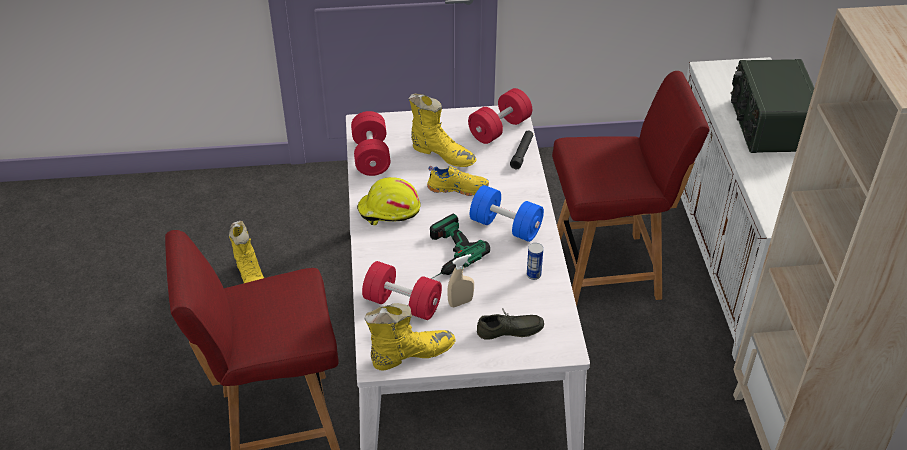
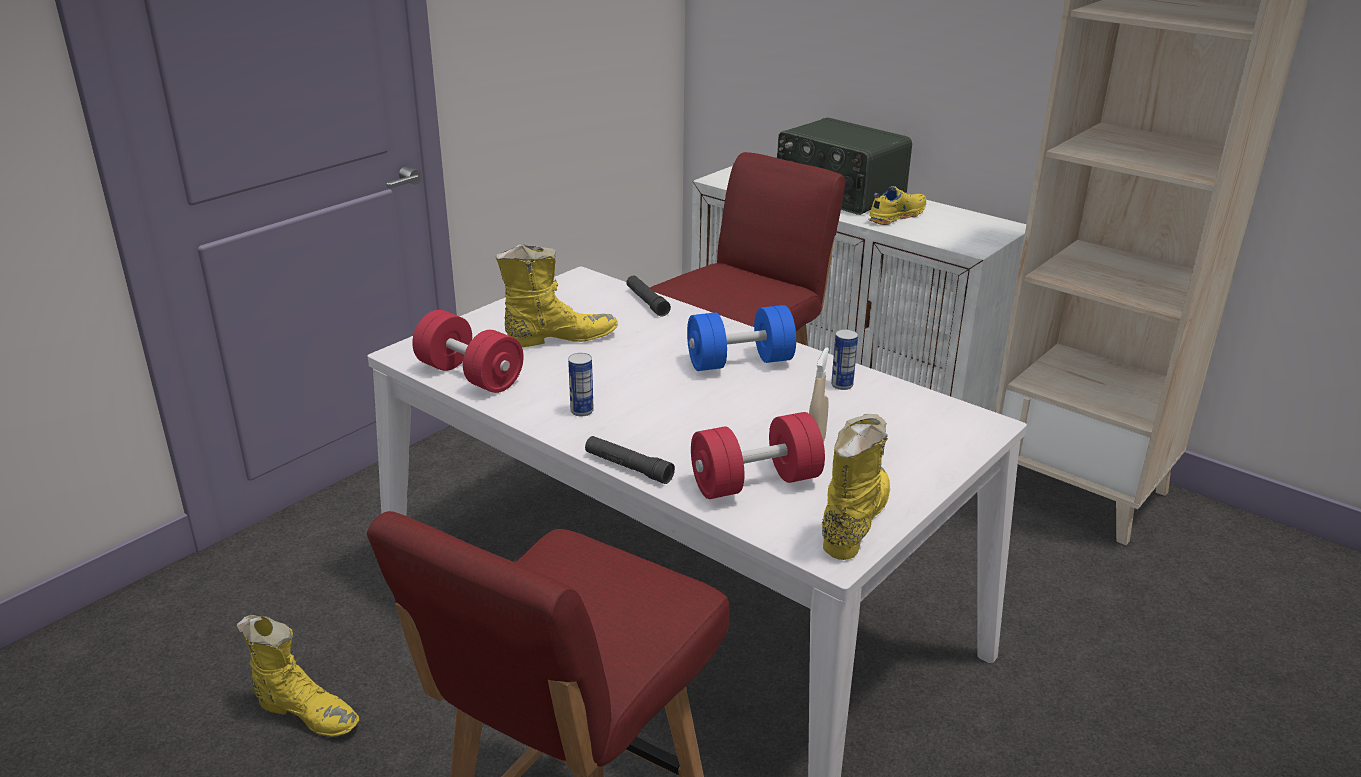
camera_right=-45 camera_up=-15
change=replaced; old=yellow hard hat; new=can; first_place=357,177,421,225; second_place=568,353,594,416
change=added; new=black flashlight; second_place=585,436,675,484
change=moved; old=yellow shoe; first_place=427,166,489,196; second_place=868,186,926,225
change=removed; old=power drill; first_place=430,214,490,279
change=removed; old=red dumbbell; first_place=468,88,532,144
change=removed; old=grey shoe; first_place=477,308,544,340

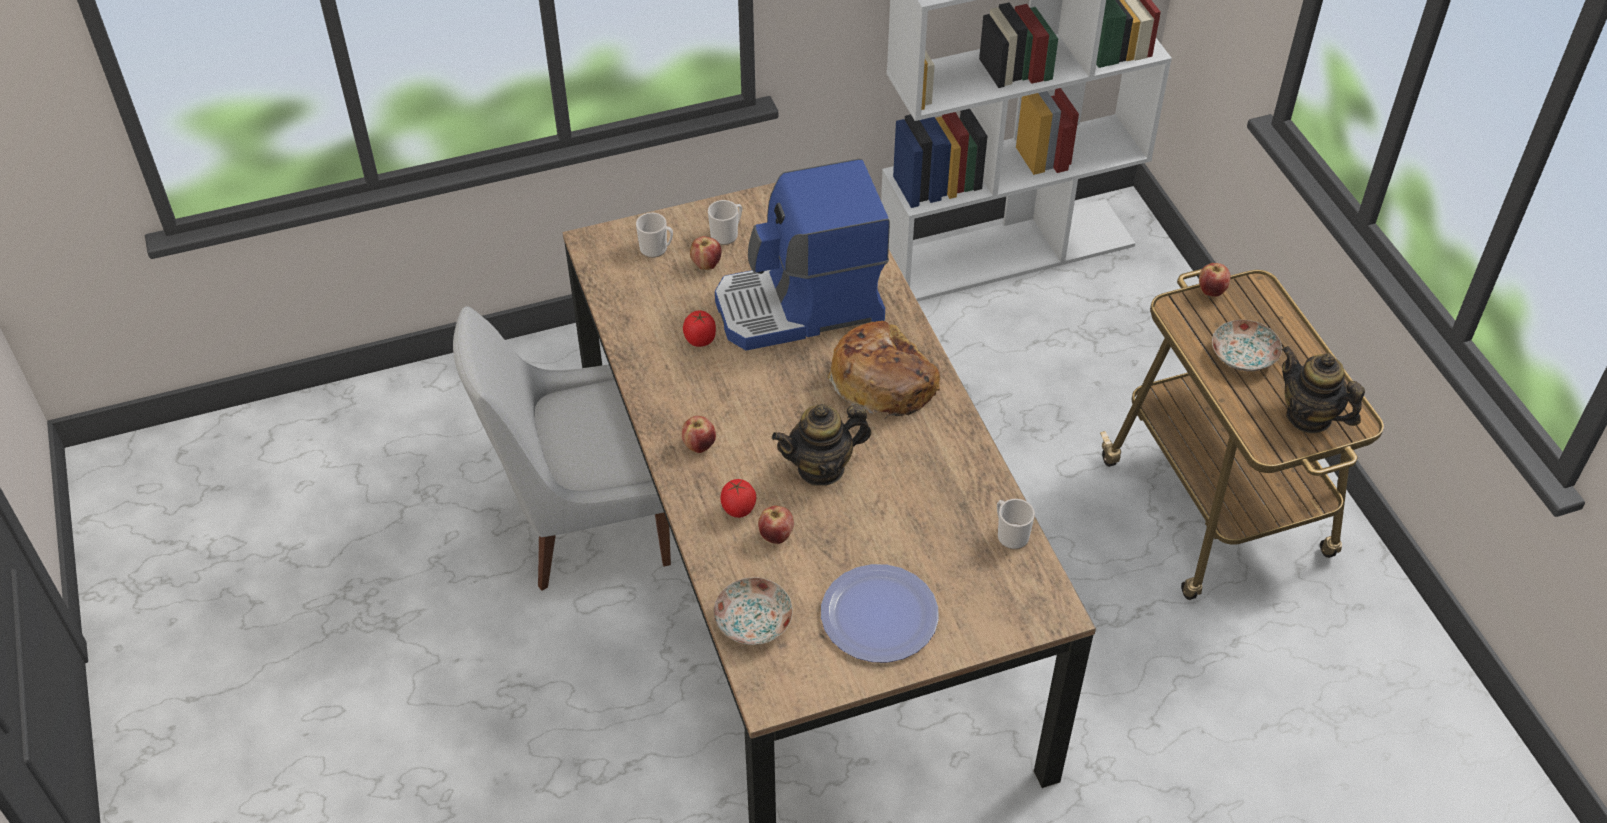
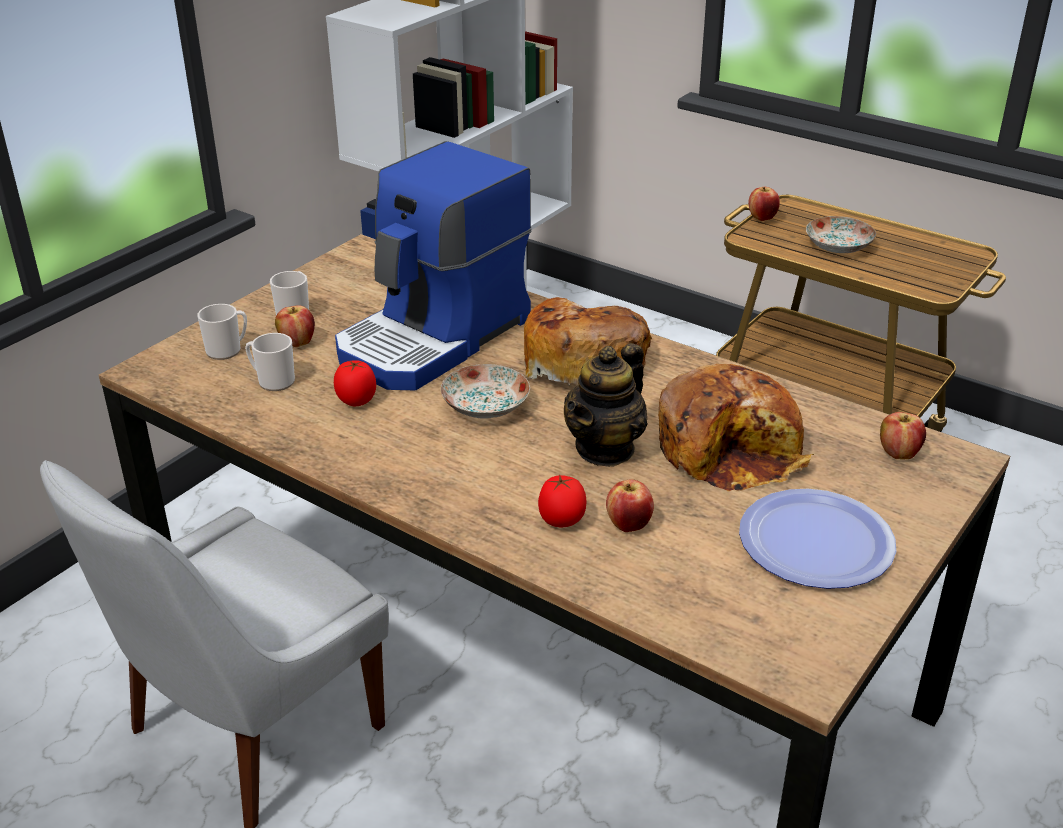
camera_right=-35 camera_up=-15
change=moved; old=mug; first_place=997,499,1035,549; second_place=245,333,295,391
change=moved; old=plate; first_place=714,577,793,645; second_place=441,364,530,419
change=added; new=bread; second_place=658,364,814,492
change=moved; old=apple; first_place=682,416,716,453; second_place=880,412,926,460
change=removed; old=teapot; first_place=1282,346,1365,433

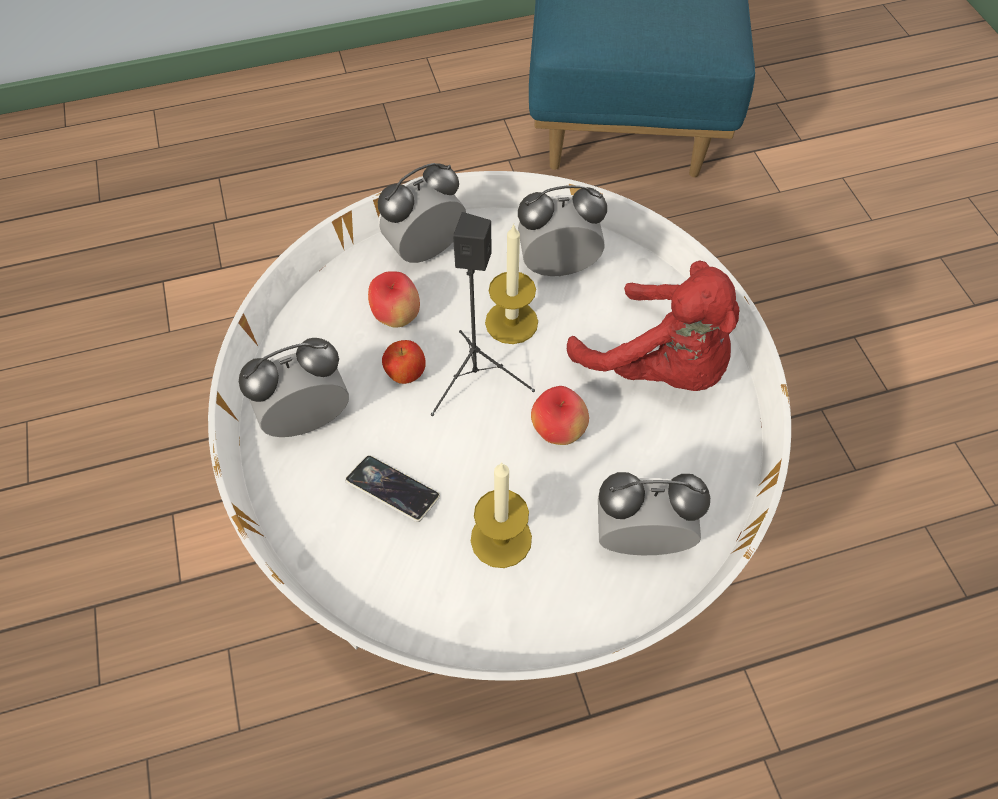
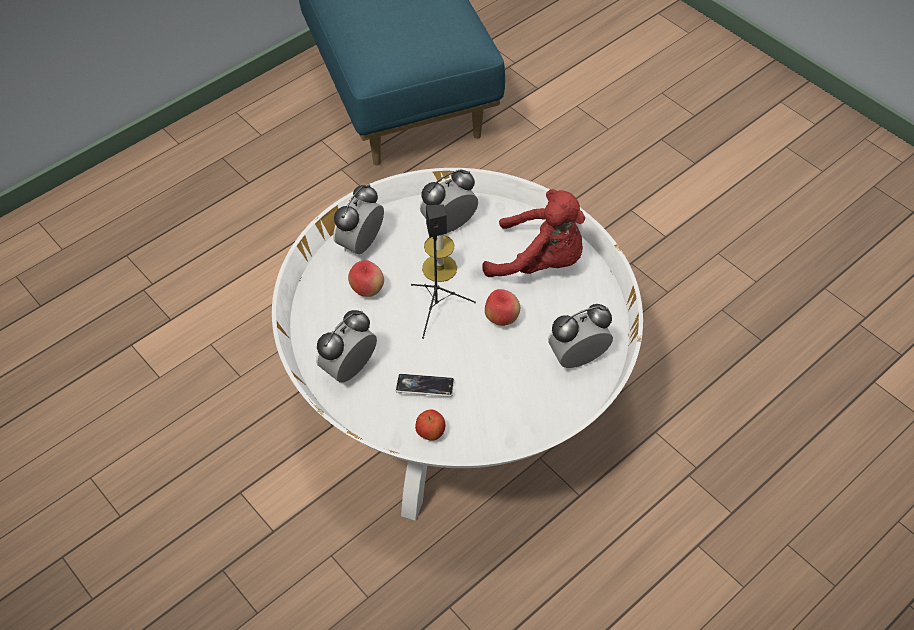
camera_right=-25 camera_up=-5
change=moved; old=apple; first_place=382,340,426,384; second_place=415,409,445,441
change=removed; old=candle; first_place=471,462,532,568

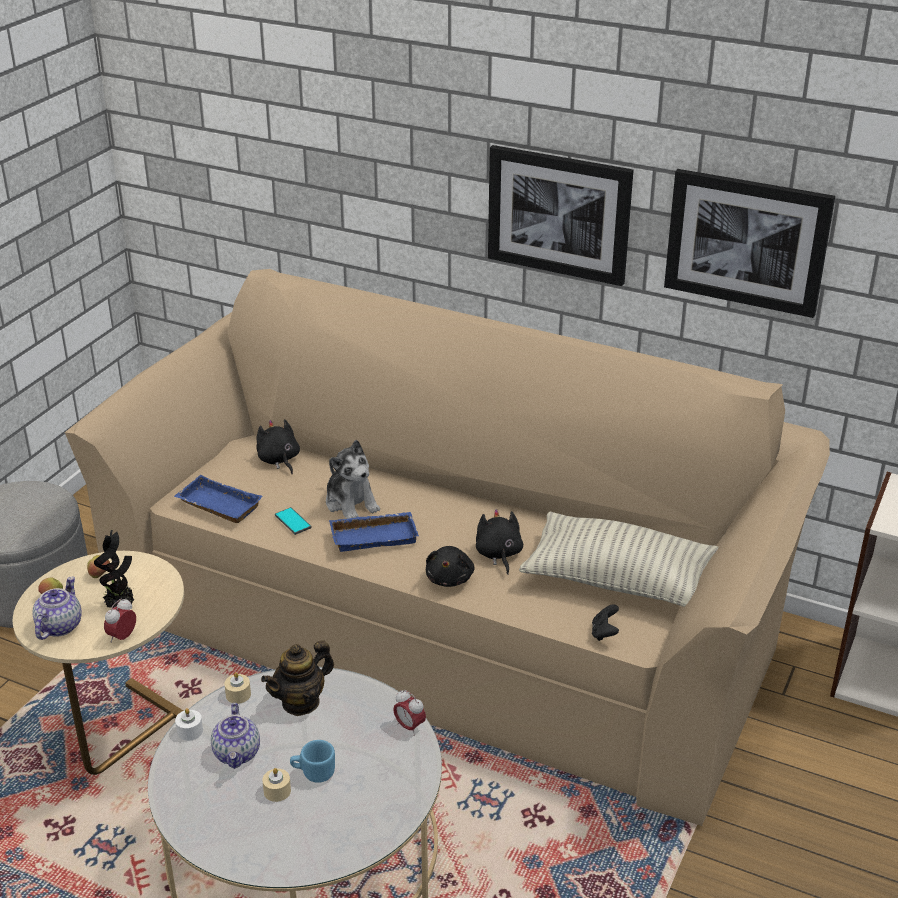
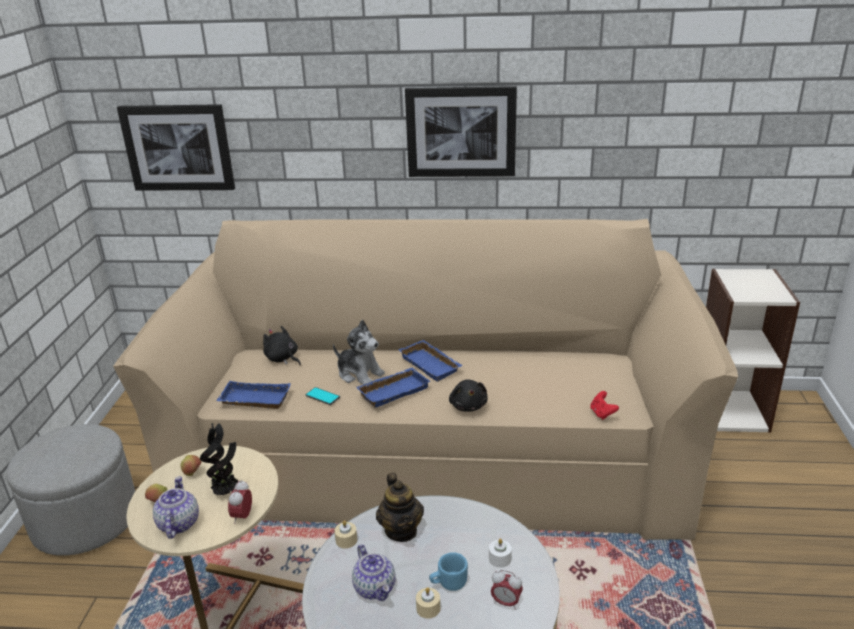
camera_right=-20 camera_up=-5
change=moved; old=picture; first_place=664,169,835,318; second_place=117,104,235,191
change=turned; old=teapot; first_place=261,640,334,716; second_place=376,473,424,542; degrees=-45
change=added; new=blue tray; second_place=398,340,463,382
change=moved; old=white candle; first_place=175,708,203,741; second_place=489,539,512,568
change=moved; old=alarm clock; first_place=393,690,426,736; second_place=491,570,523,610
change=recoloured; old=black game controller; new=red game controller; first_place=592,604,619,641; second_place=590,391,619,420
change=removed; old=black plush toy; first_place=476,509,523,575
change=removed; old=pillow; first_place=519,512,719,607

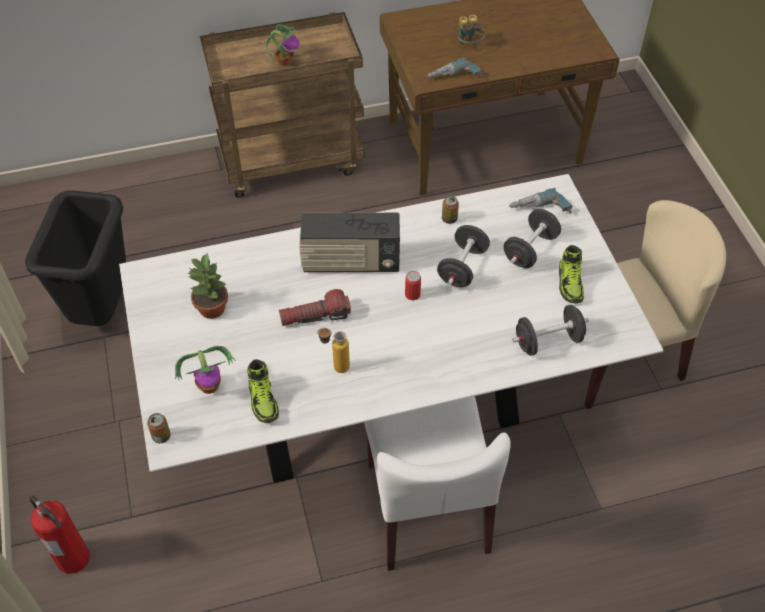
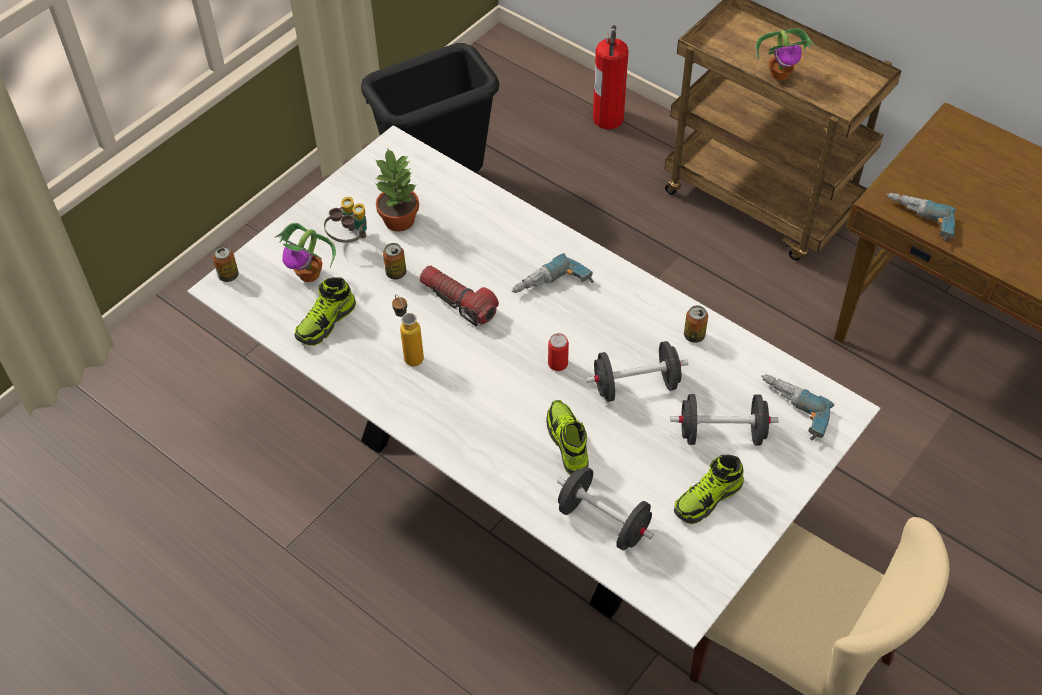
camera_right=55 camera_up=0
change=moved; old=binoculars; first_place=458,15,485,44; second_place=324,197,367,243
change=added; new=can; second_place=383,243,406,280
change=replaced; old=radio; new=power drill; first_place=299,213,400,272; second_place=512,253,594,293
change=added; new=shoe; second_place=546,400,589,475
change=moved; old=fire extinguisher; first_place=30,495,90,574; second_place=593,25,629,129
change=removed; old=white chair; first_place=364,396,511,571

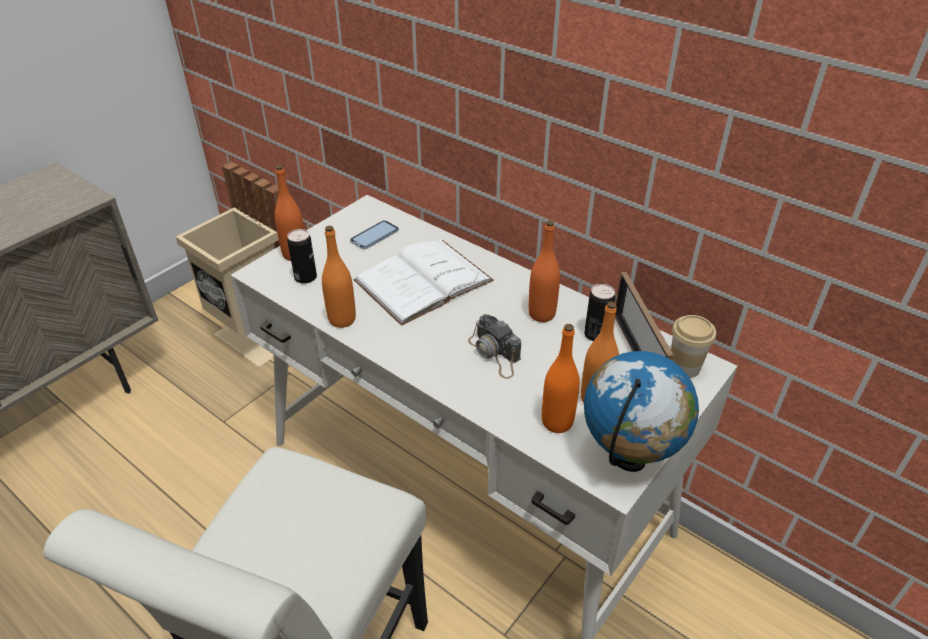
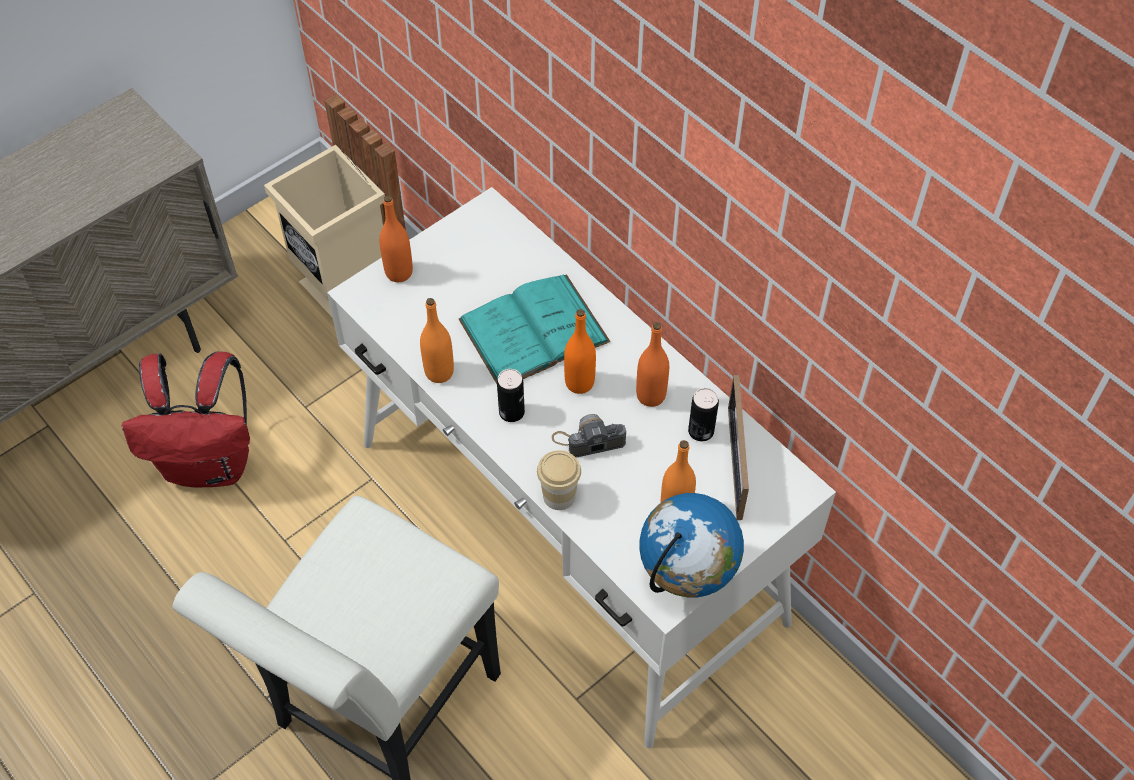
camera_right=10 camera_up=15
change=added; new=red backpack; second_place=122,351,250,487
change=recoloured; old=white book; new=turquoise book; first_place=354,240,494,326; second_place=459,274,611,384
change=moved; old=can; first_place=287,229,317,284; second_place=497,369,525,422
change=moved; old=cup; first_place=671,315,716,378; second_place=537,450,581,510
change=turned; old=photo camera; first_place=468,314,521,379; second_place=552,414,626,458; degrees=105
change=moved; old=orange bottle; first_place=542,324,580,433; second_place=564,309,596,394
change=removed; old=phone; first_place=350,220,399,249

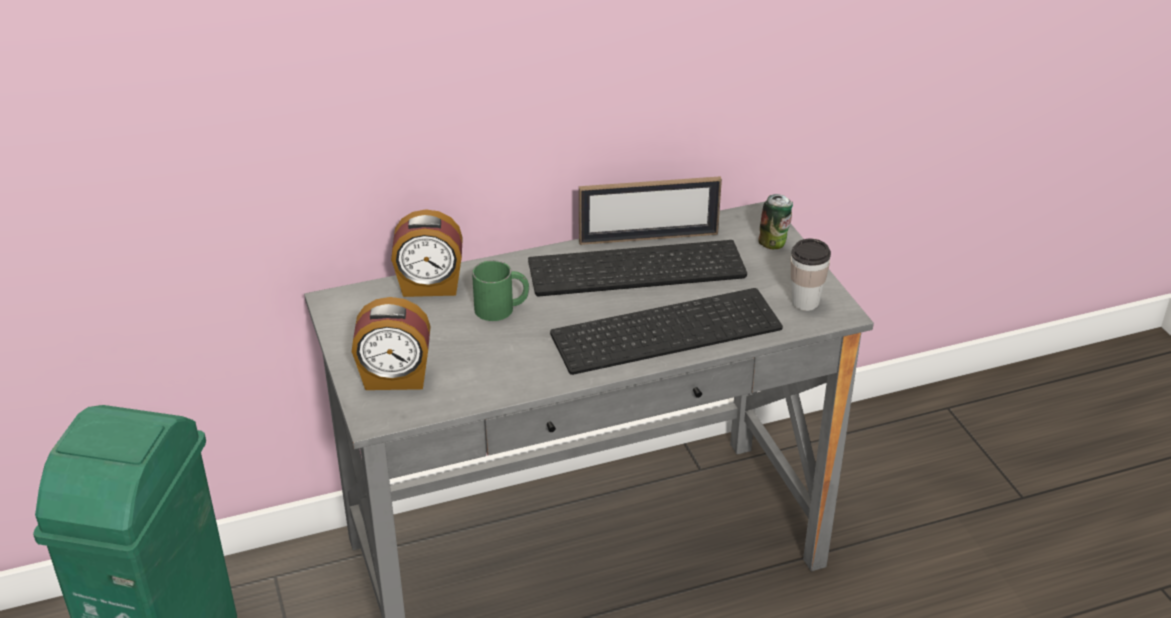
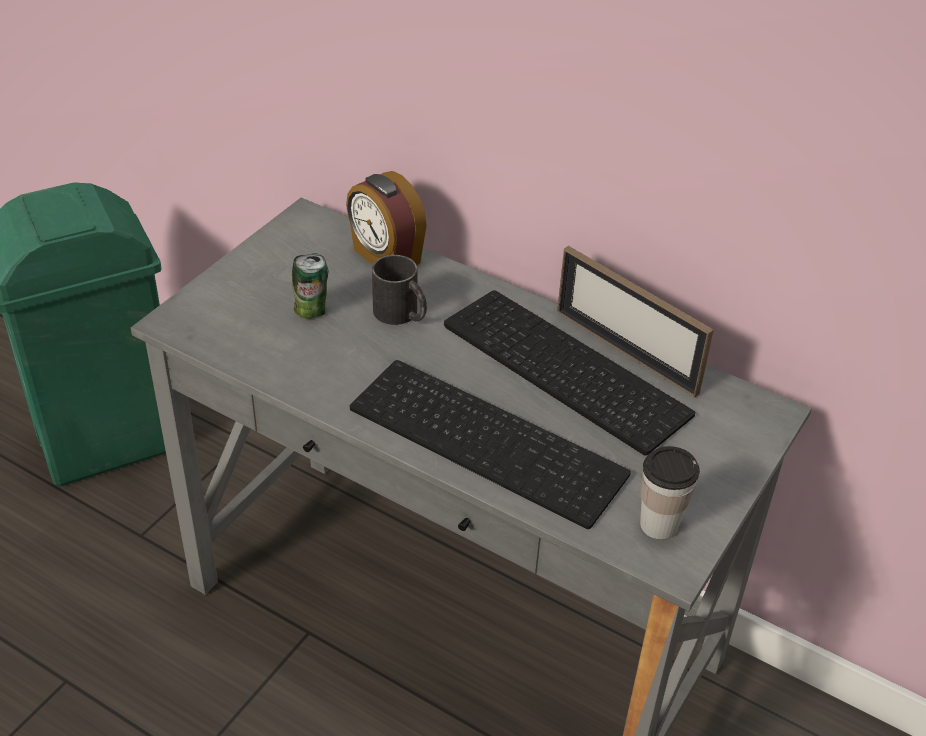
camera_right=50 camera_up=5
change=moved; old=can; first_place=758,194,793,249; second_place=292,253,328,319
change=recoloured; old=green mug; new=black mug; first_place=472,260,529,321; second_place=372,255,427,325
change=removed; old=alarm clock; first_place=352,297,431,390

